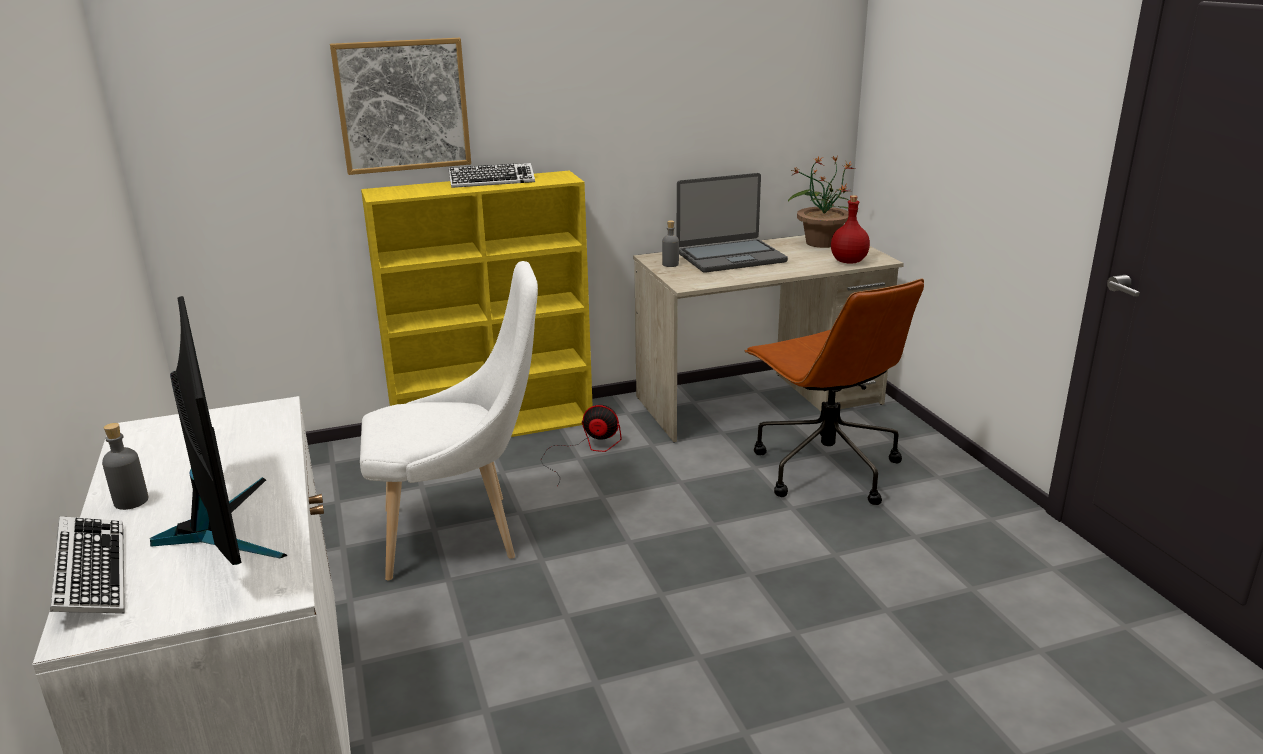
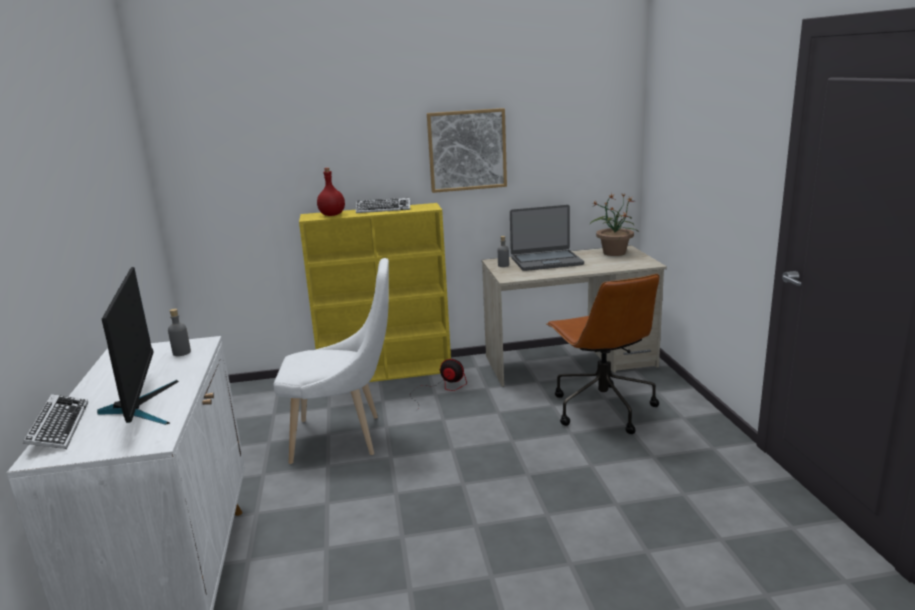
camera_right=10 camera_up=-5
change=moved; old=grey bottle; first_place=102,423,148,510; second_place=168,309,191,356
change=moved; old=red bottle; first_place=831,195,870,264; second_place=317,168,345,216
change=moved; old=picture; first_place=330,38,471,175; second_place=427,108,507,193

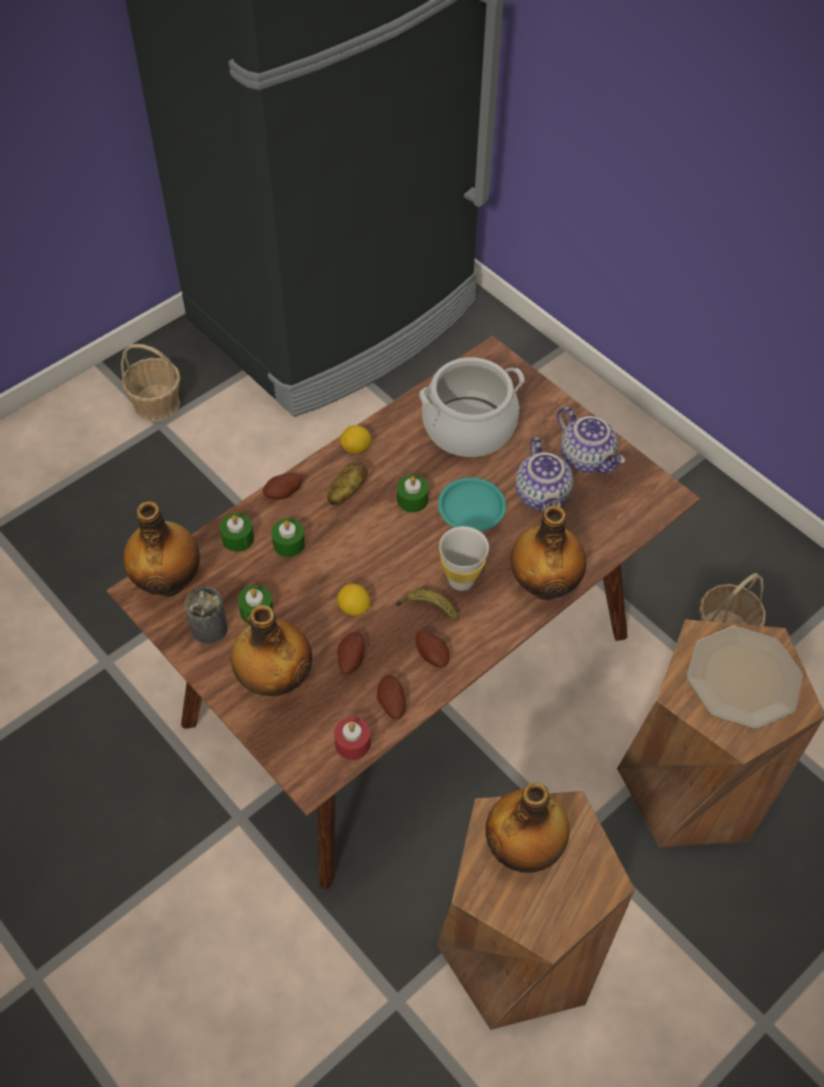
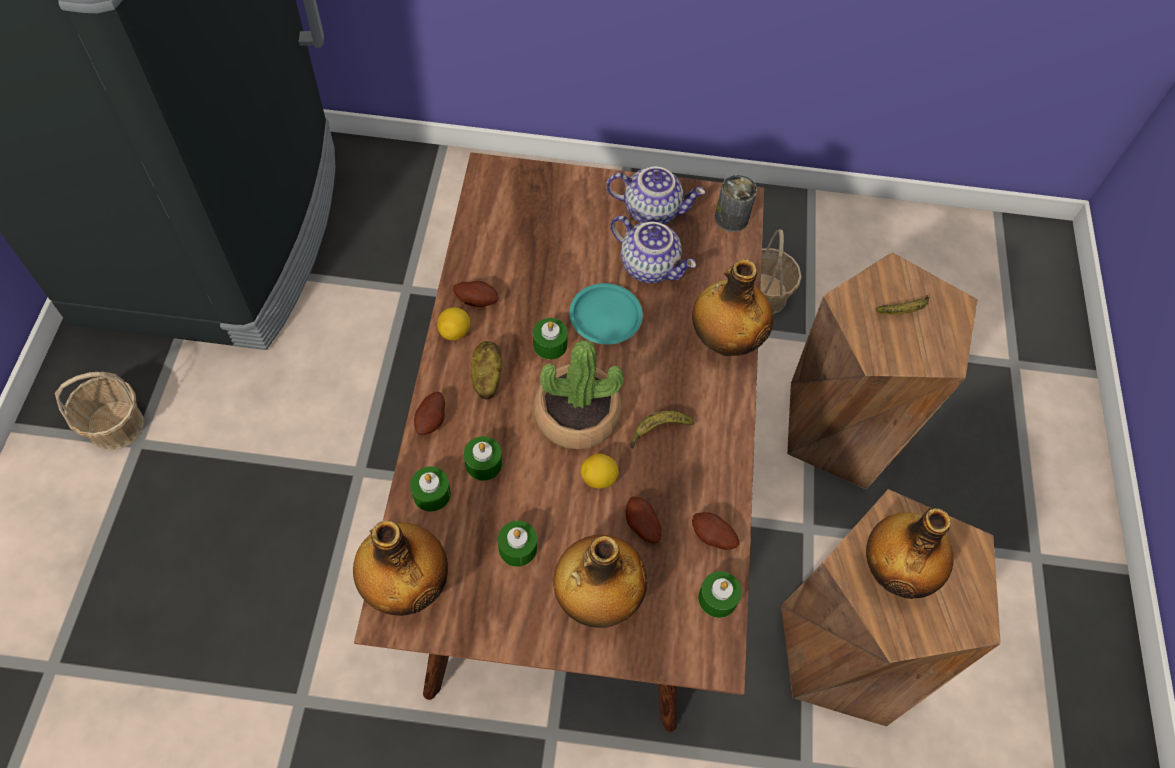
camera_right=-45 camera_up=5
change=moved; old=potato; first_place=416,630,450,667; second_place=453,281,498,307
change=added; new=potted plant; second_place=534,340,624,449
change=recoloured; old=red candle; new=green candle; first_place=334,717,371,760; second_place=698,571,742,618
change=moved; old=can; first_place=184,587,228,645; second_place=715,175,757,232
change=replaced; old=plate; new=banana; first_place=687,626,803,729; second_place=876,295,930,314
change=removed; old=cooking pot; first_place=419,357,524,457
change=removed; old=white cup; first_place=439,526,489,591

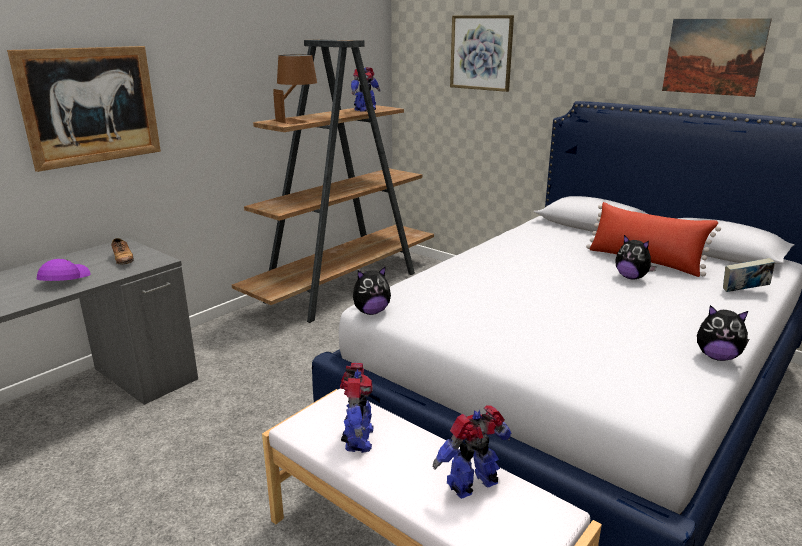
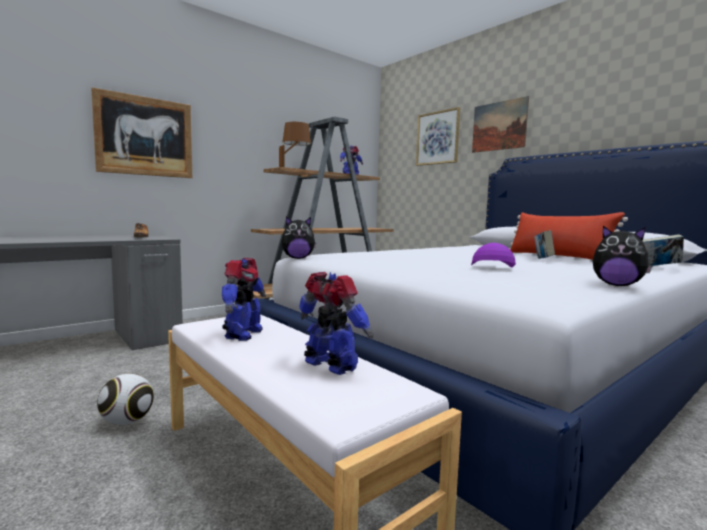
camera_right=10 camera_up=-15
change=added; new=football; second_place=97,373,154,425
change=turned; old=toy robot; first_place=433,405,511,499; second_place=299,272,374,375; degrees=60
change=moved; old=purple cap; first_place=37,259,91,281; second_place=471,243,516,268
change=moved; old=picture; first_place=662,18,772,97; second_place=472,96,529,153
change=replaced; old=plush toy; new=book; first_place=615,235,657,280; second_place=534,230,555,259

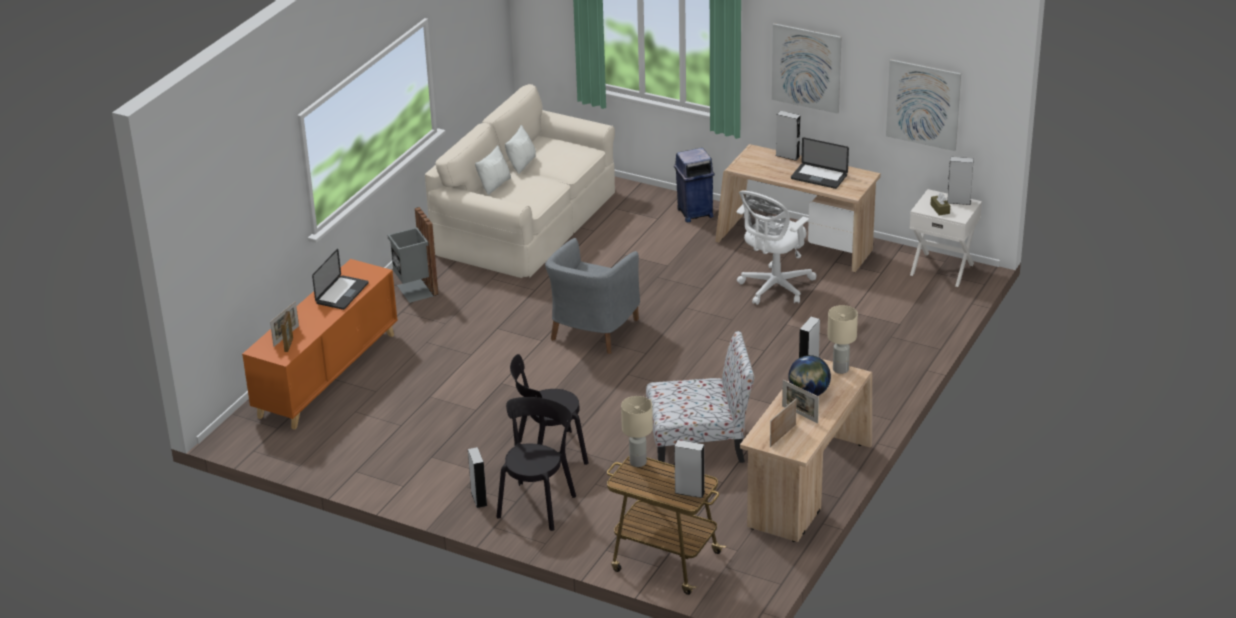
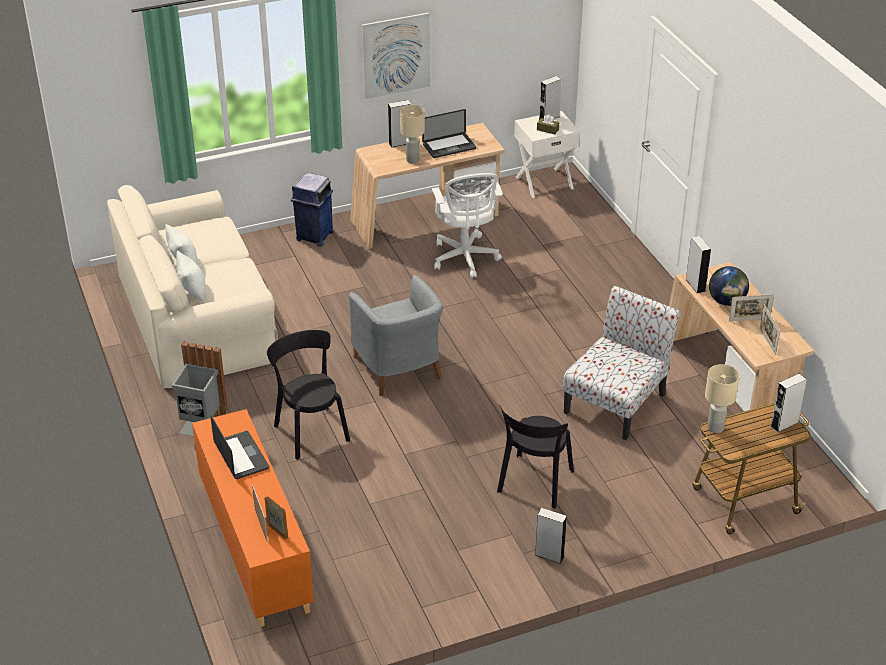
camera_right=-50 camera_up=5
change=moved; old=black chair; first_place=497,397,576,531; second_place=267,330,350,459
change=moved; old=beige table lamp; first_place=827,305,858,374; second_place=400,105,425,163
change=removed; old=picture; first_place=886,59,961,151

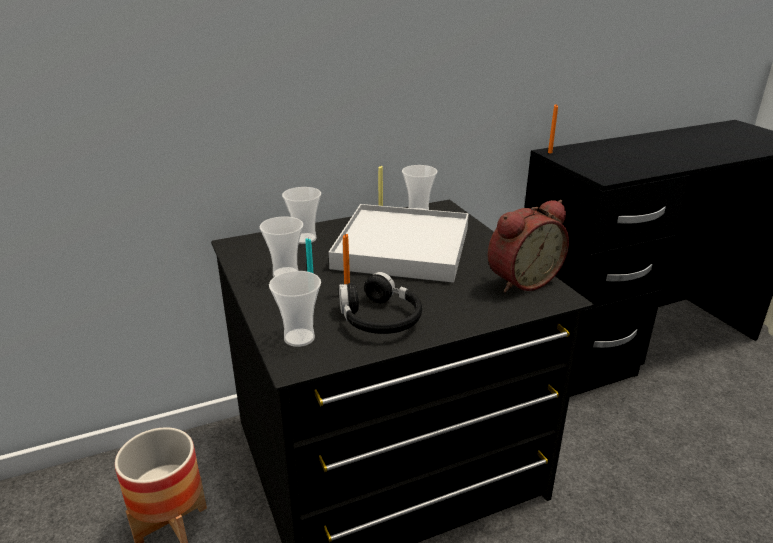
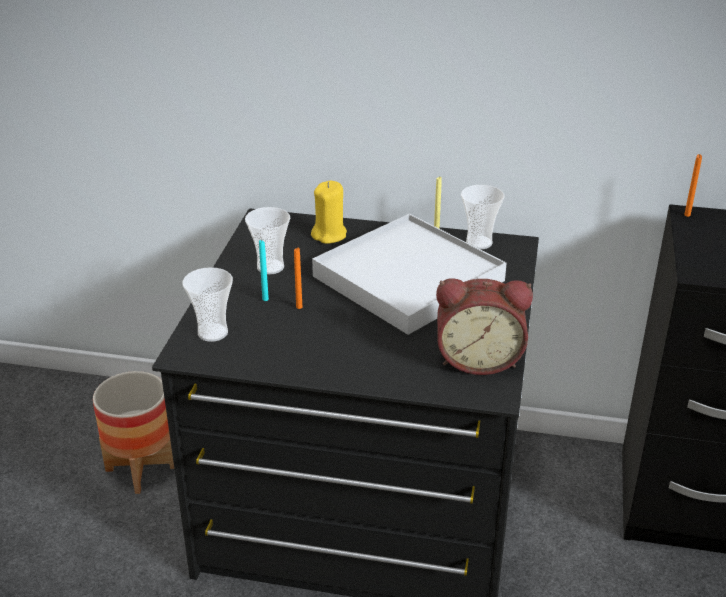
camera_right=35 camera_up=5
change=replaced; old=cup; new=yellow candle; first_place=282,187,321,244; second_place=311,181,347,244
change=removed; old=black headphones; first_place=339,272,422,334

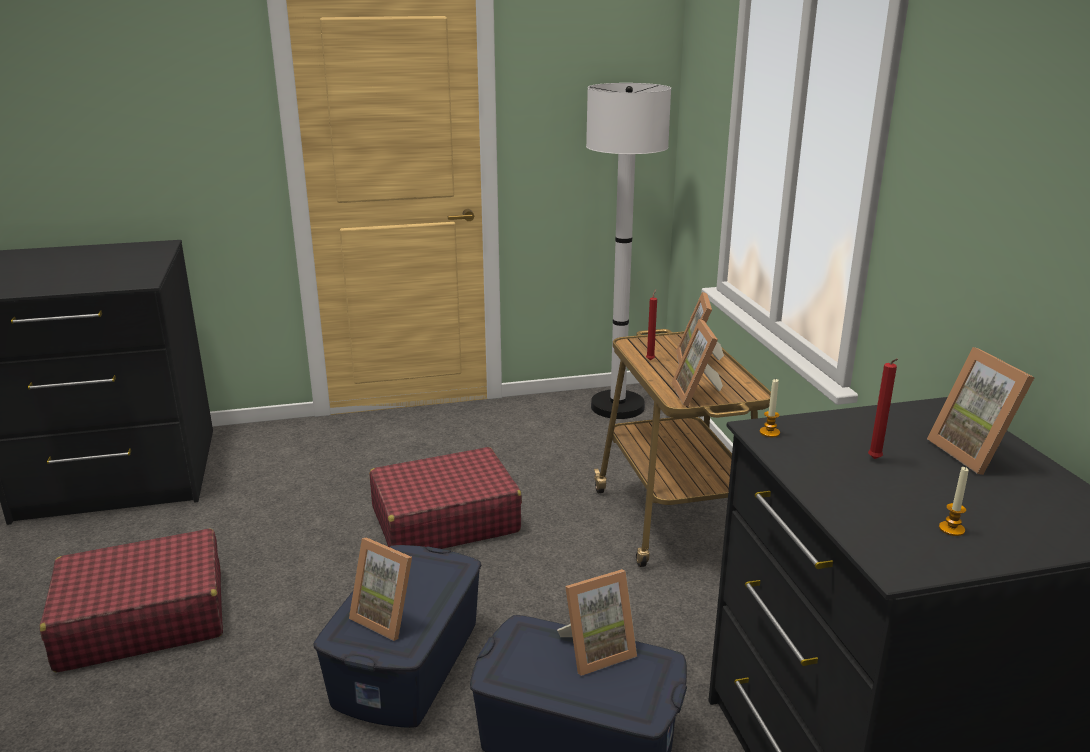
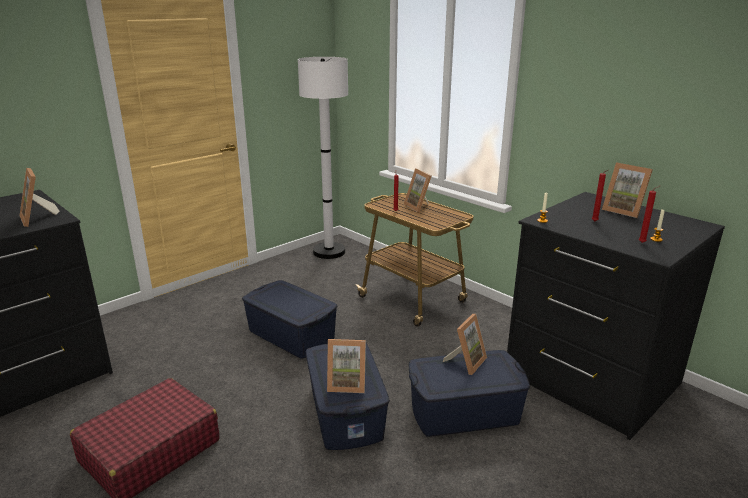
camera_right=-30 camera_up=0
change=moved; old=picture frame; first_place=671,319,723,406; second_place=20,168,59,227
change=replaced; old=red suitcase; new=blue storage box; first_place=369,447,522,549; second_place=242,280,338,359
change=added; new=red candle; second_place=639,186,660,243

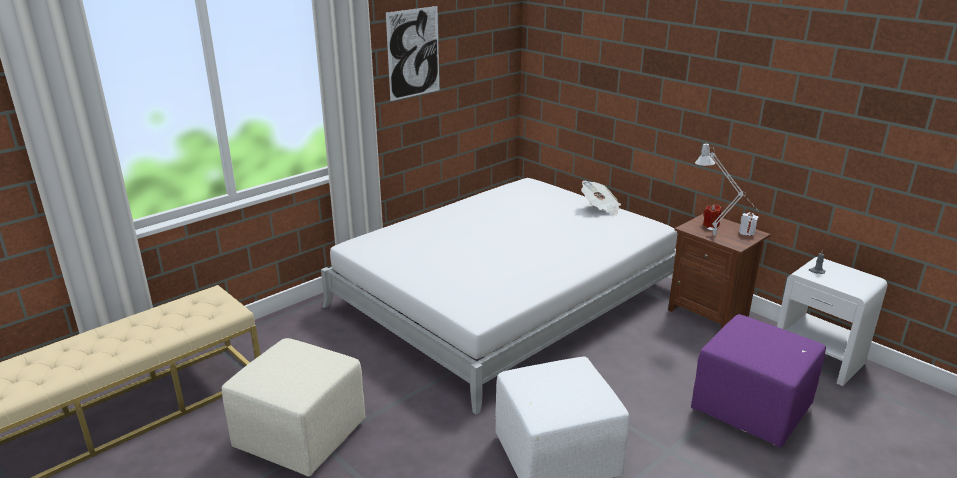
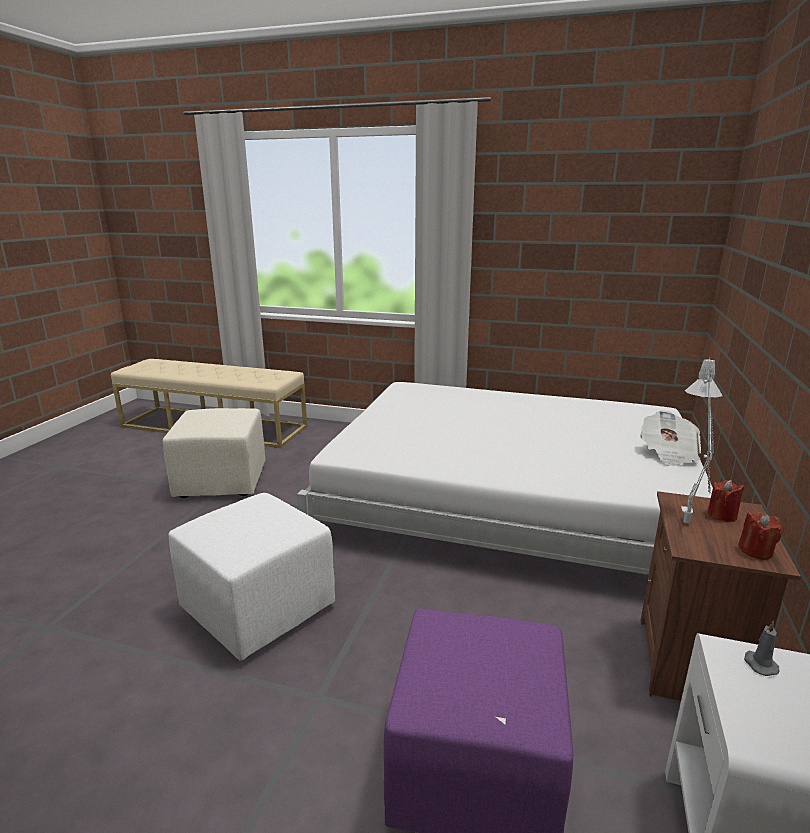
camera_right=60 camera_up=-5
change=recoloured; old=white candle; new=red candle; first_place=739,212,758,236; second_place=738,512,782,560
change=removed; old=picture; first_place=386,6,439,101

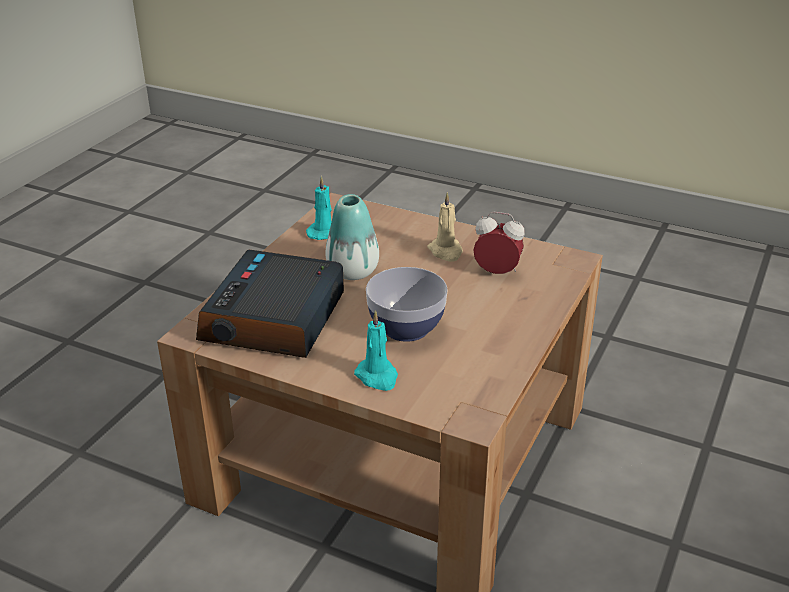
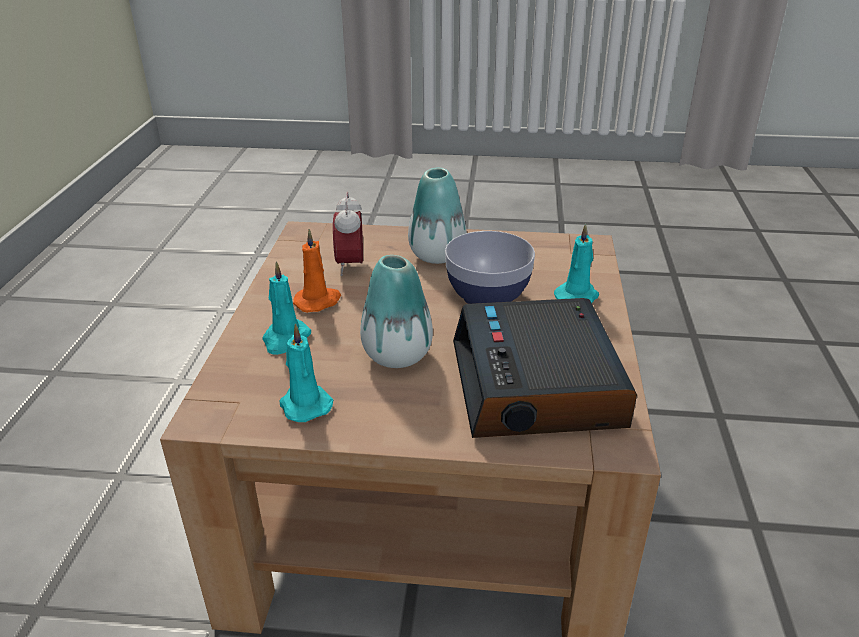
camera_right=-110 camera_up=0
change=added; new=turquoise candle; second_place=262,261,311,355
change=recoloured; old=beige candle; new=orange candle; first_place=427,192,463,262; second_place=293,229,341,313
change=added; new=vase; second_place=408,168,467,264
change=turned; old=alarm clock; first_place=196,250,344,358; second_place=453,298,637,438; degrees=90

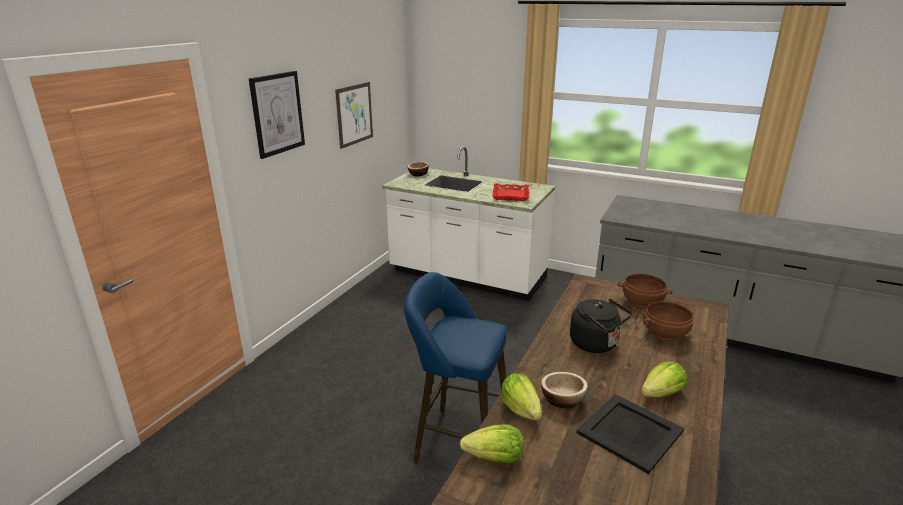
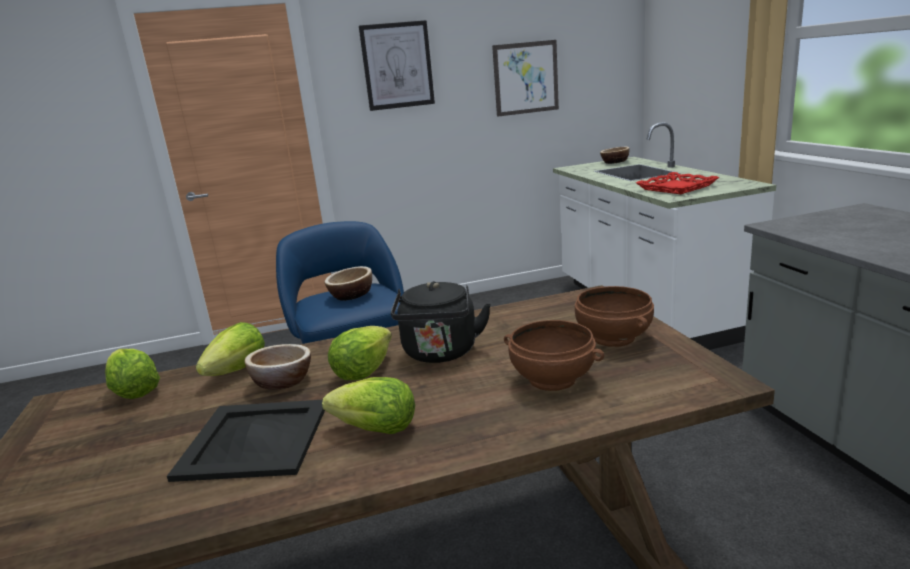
camera_right=50 camera_up=-5
change=added; new=bowl; second_place=324,266,372,301
change=added; new=lettuce; second_place=328,326,392,380

